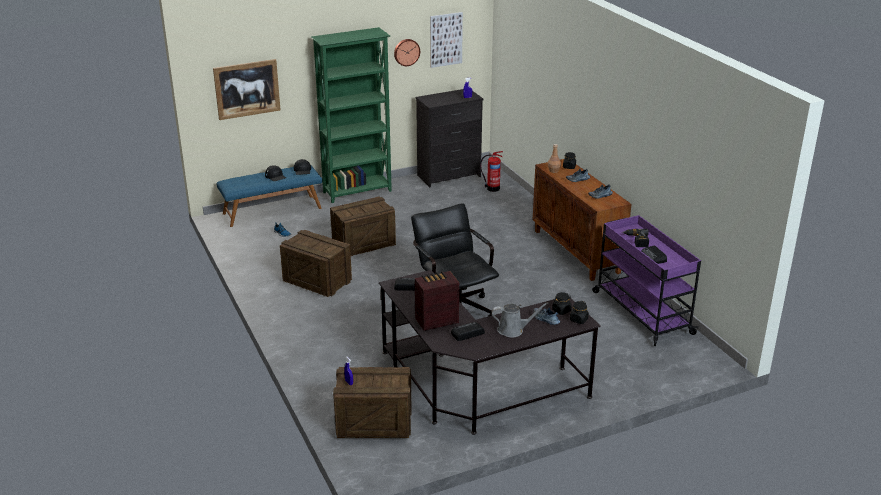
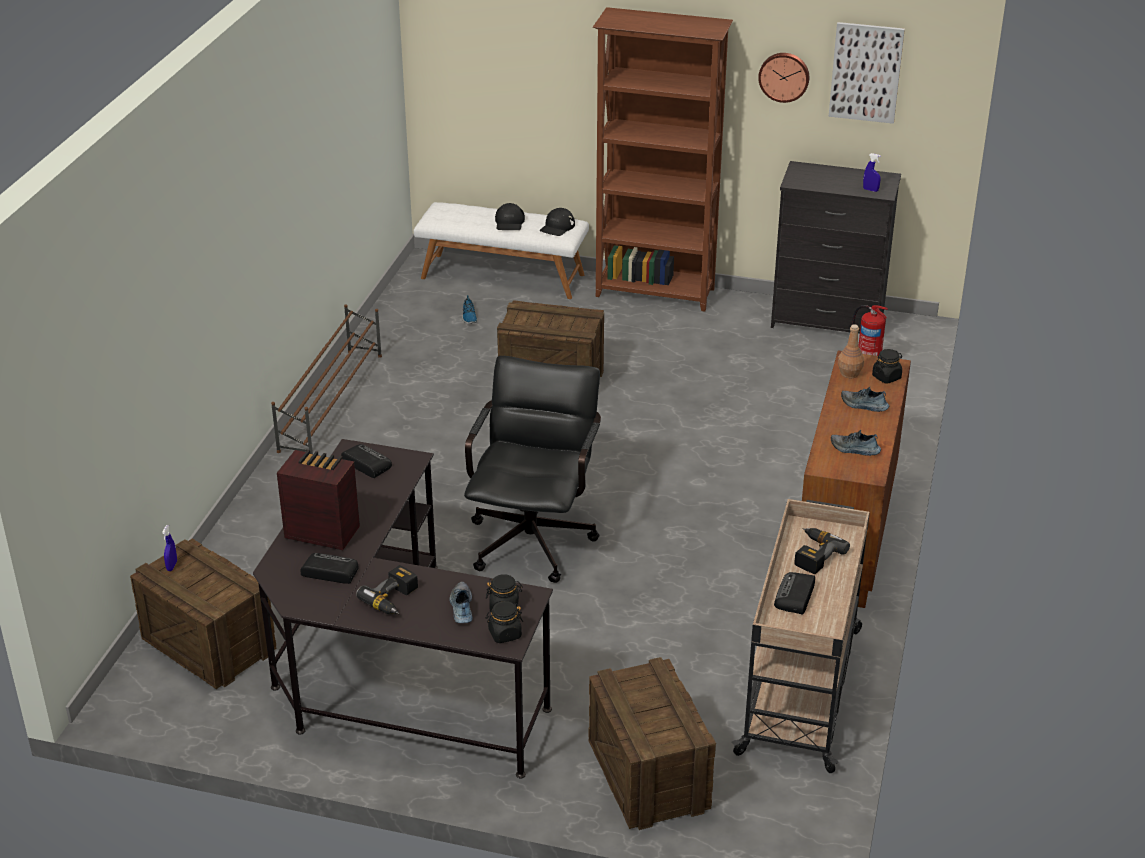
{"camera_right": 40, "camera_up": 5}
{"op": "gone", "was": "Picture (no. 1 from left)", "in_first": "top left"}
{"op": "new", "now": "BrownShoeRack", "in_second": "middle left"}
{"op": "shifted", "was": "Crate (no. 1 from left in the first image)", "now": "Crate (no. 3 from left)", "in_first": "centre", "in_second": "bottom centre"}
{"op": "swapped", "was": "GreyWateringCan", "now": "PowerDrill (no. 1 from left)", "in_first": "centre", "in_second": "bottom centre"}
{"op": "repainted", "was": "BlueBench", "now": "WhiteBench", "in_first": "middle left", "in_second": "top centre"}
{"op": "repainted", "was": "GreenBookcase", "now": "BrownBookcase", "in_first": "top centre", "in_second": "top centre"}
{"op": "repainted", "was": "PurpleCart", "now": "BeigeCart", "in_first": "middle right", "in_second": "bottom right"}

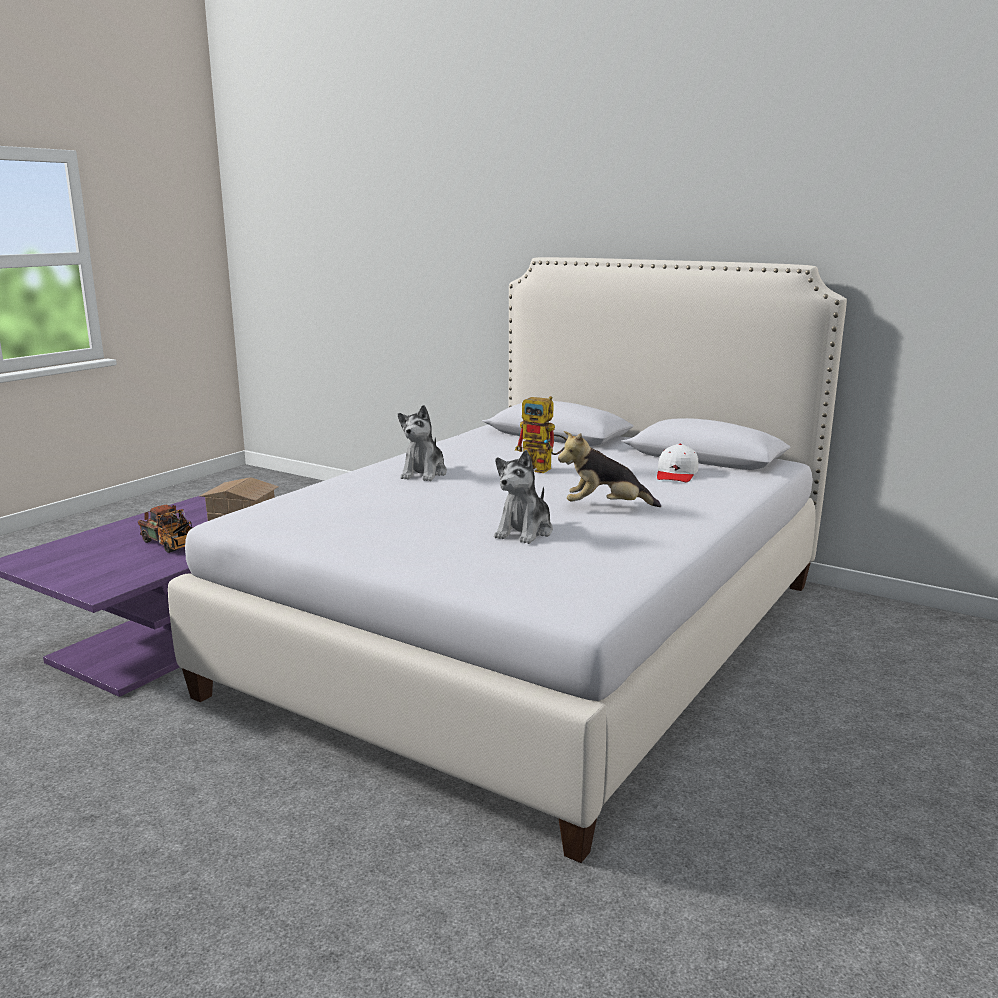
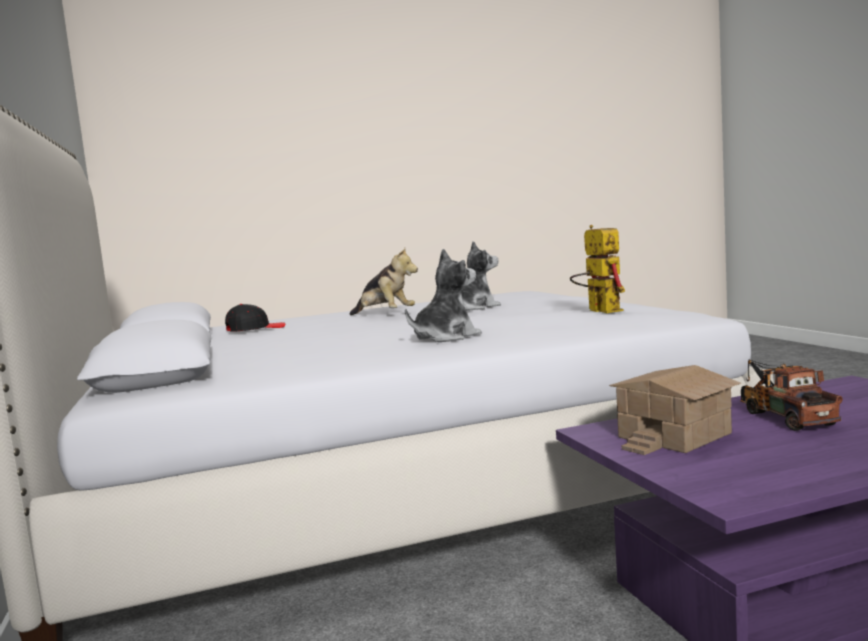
{"camera_right": -140, "camera_up": -10}
{"op": "shifted", "was": "ToyRobot", "in_first": "centre", "in_second": "middle right"}
{"op": "repainted", "was": "WhiteCap", "now": "BlackCap", "in_first": "middle right", "in_second": "middle left"}

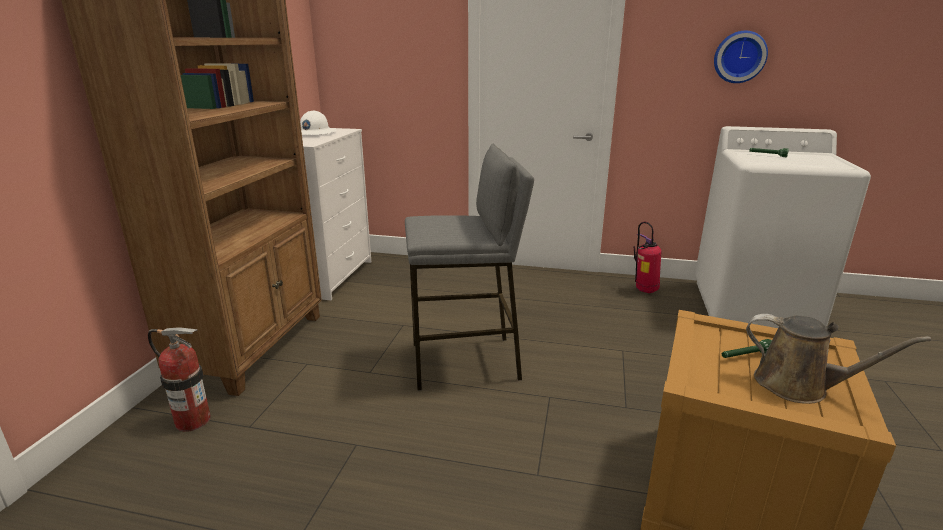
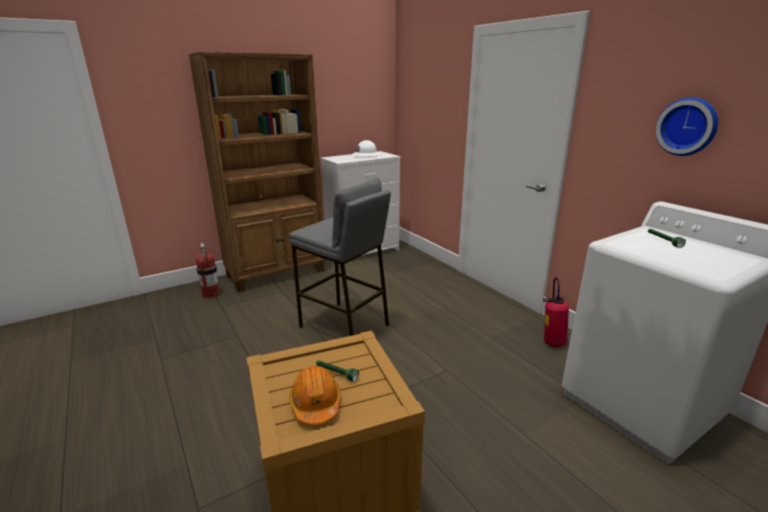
{"camera_right": 45, "camera_up": 0}
{"op": "swapped", "was": "BrownWateringCan", "now": "OrangeHardHat", "in_first": "bottom right", "in_second": "bottom centre"}

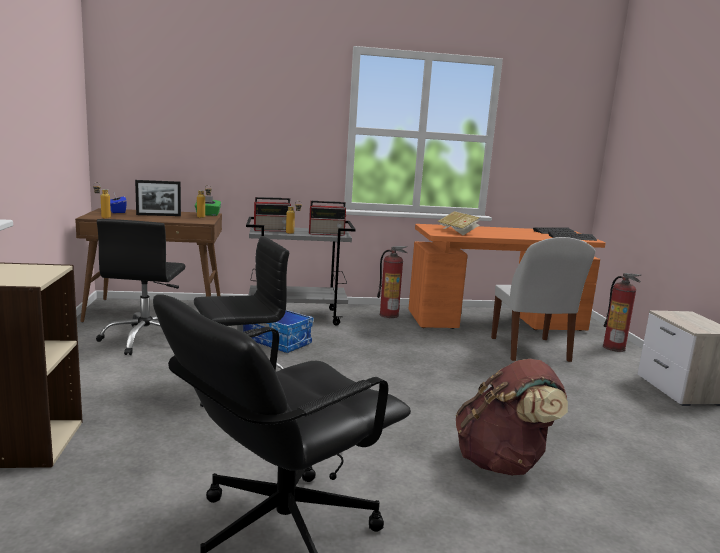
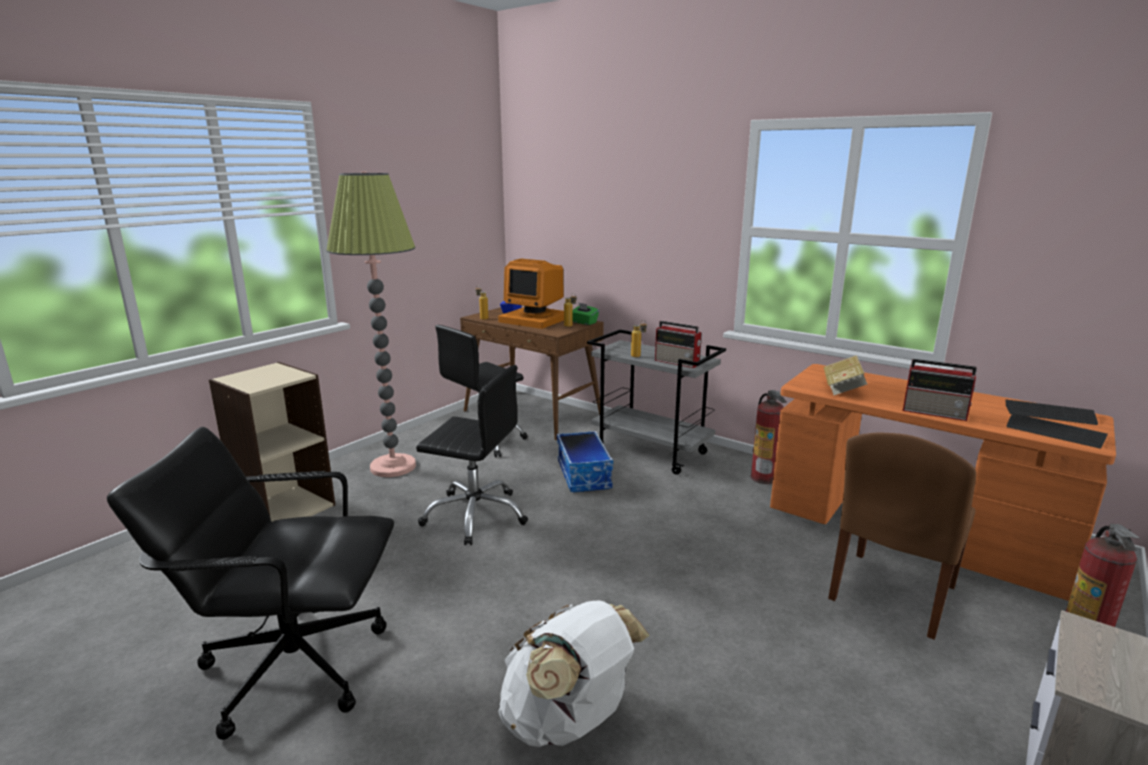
{"camera_right": 45, "camera_up": 5}
{"op": "new", "now": "FloorLamp", "in_second": "middle left"}
{"op": "shifted", "was": "Radio (no. 1 from left in the first image)", "now": "Radio (no. 2 from left)", "in_first": "centre", "in_second": "middle right"}
{"op": "swapped", "was": "PictureFrame", "now": "Monitor", "in_first": "middle left", "in_second": "centre"}
{"op": "repainted", "was": "BrownBackpack", "now": "WhiteBackpack", "in_first": "bottom right", "in_second": "bottom centre"}
{"op": "repainted", "was": "WhiteChair", "now": "BrownChair", "in_first": "middle right", "in_second": "bottom right"}

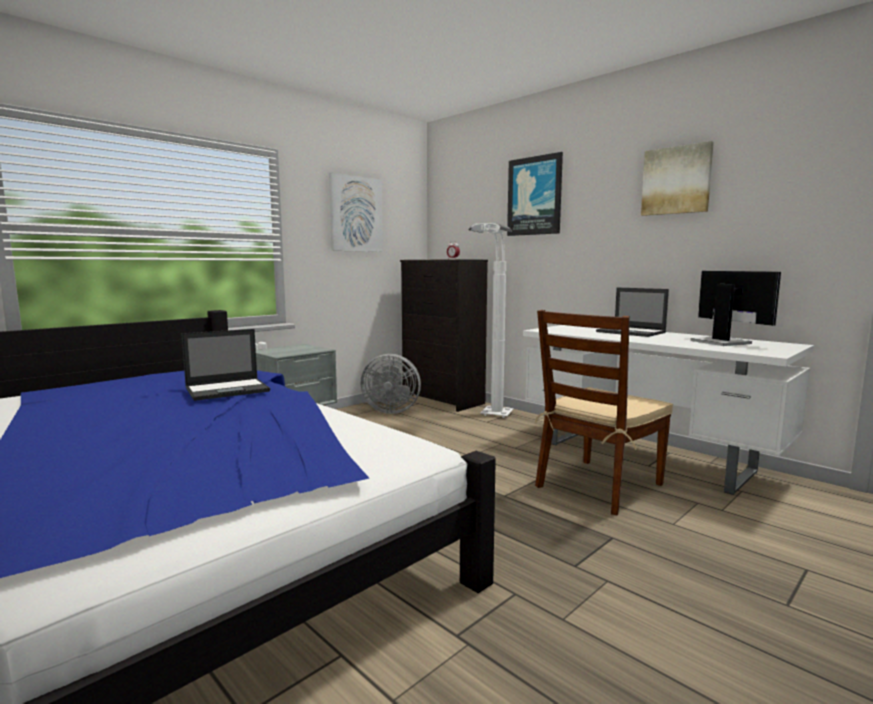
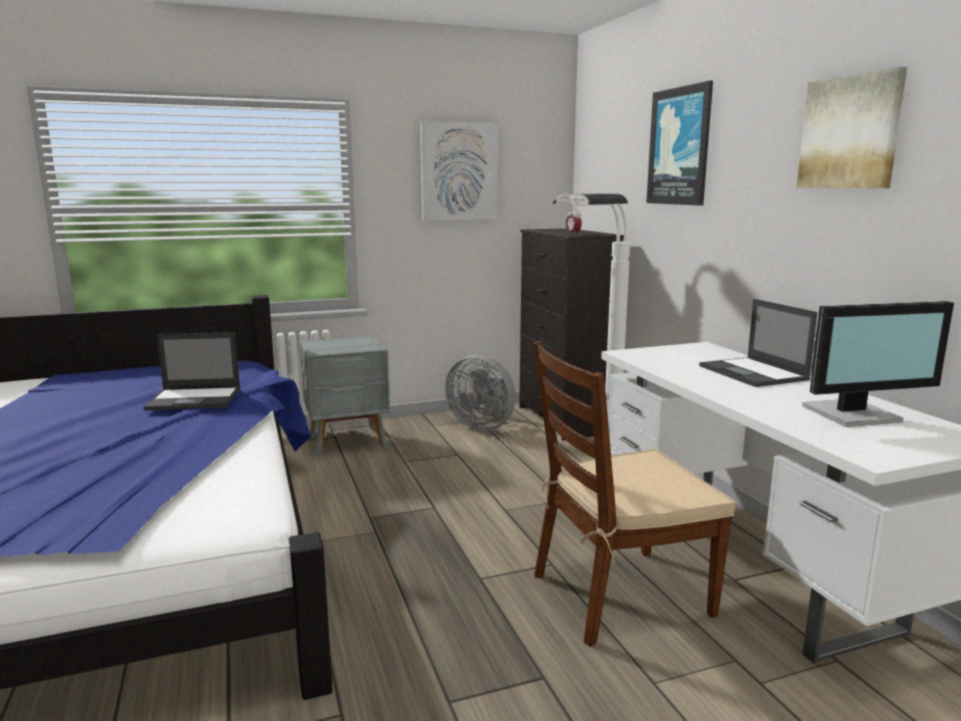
{"camera_right": 25, "camera_up": 5}
{"op": "rotated", "was": "Monitor", "in_first": "middle right", "in_second": "middle right", "clockwise": 75}

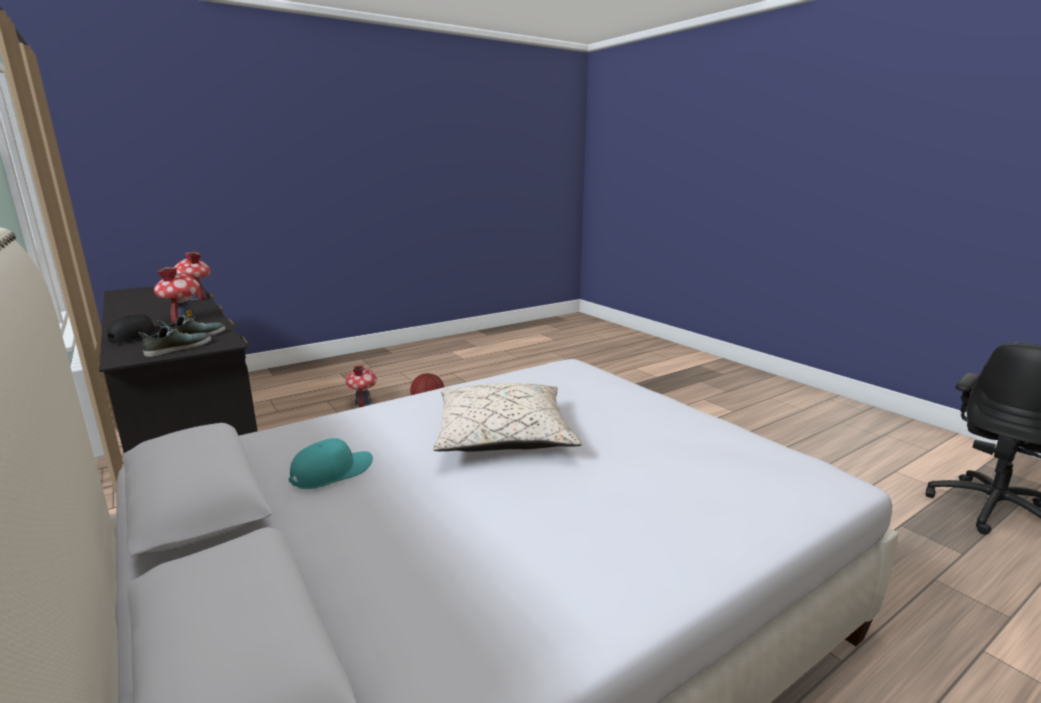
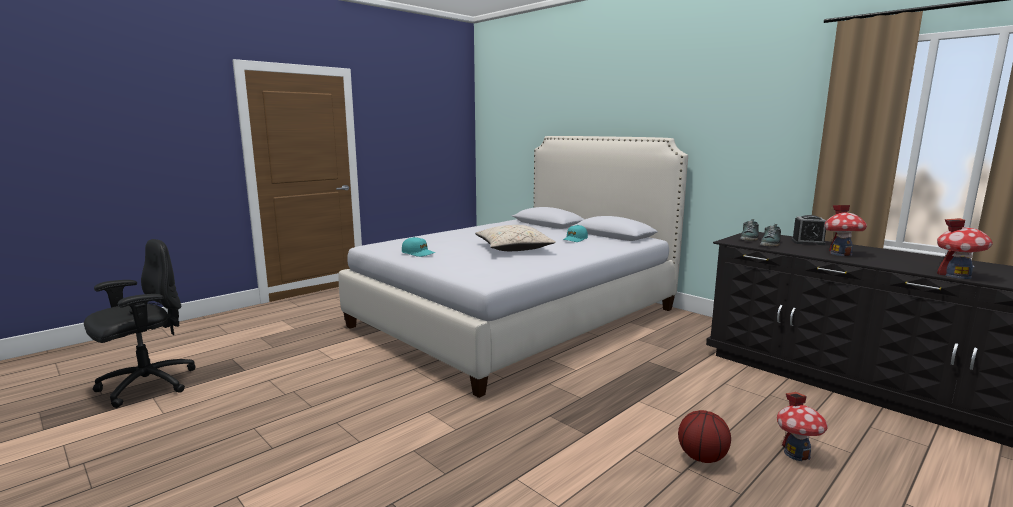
{"camera_right": 170, "camera_up": -5}
{"op": "new", "now": "TurquoiseCap (no. 1 from left)", "in_second": "centre"}
{"op": "swapped", "was": "BlackCap", "now": "AlarmClock", "in_first": "middle left", "in_second": "middle right"}

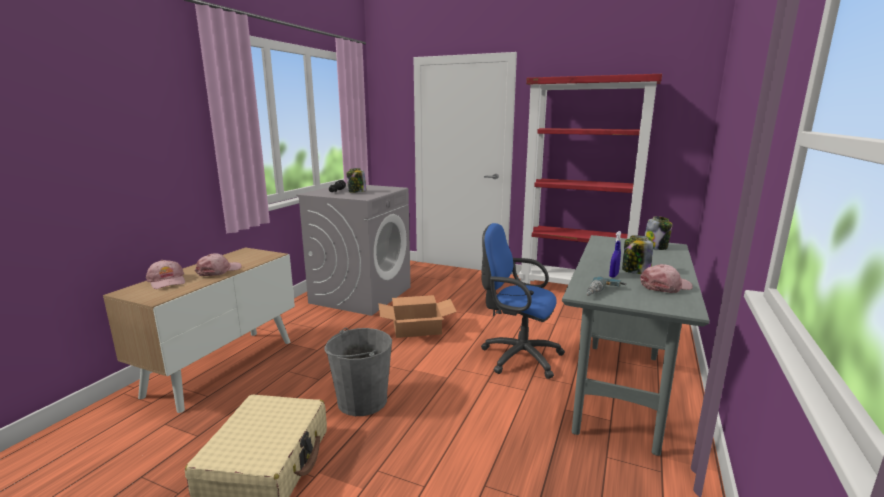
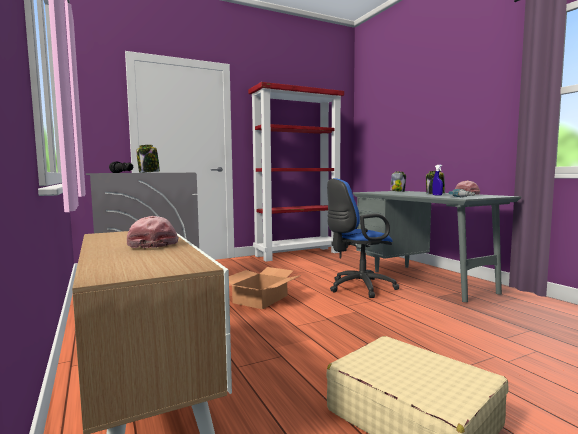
{"camera_right": -50, "camera_up": -10}
{"op": "gone", "was": "PinkCap (no. 1 from left)", "in_first": "middle left"}
{"op": "gone", "was": "GreyBucket", "in_first": "bottom centre"}

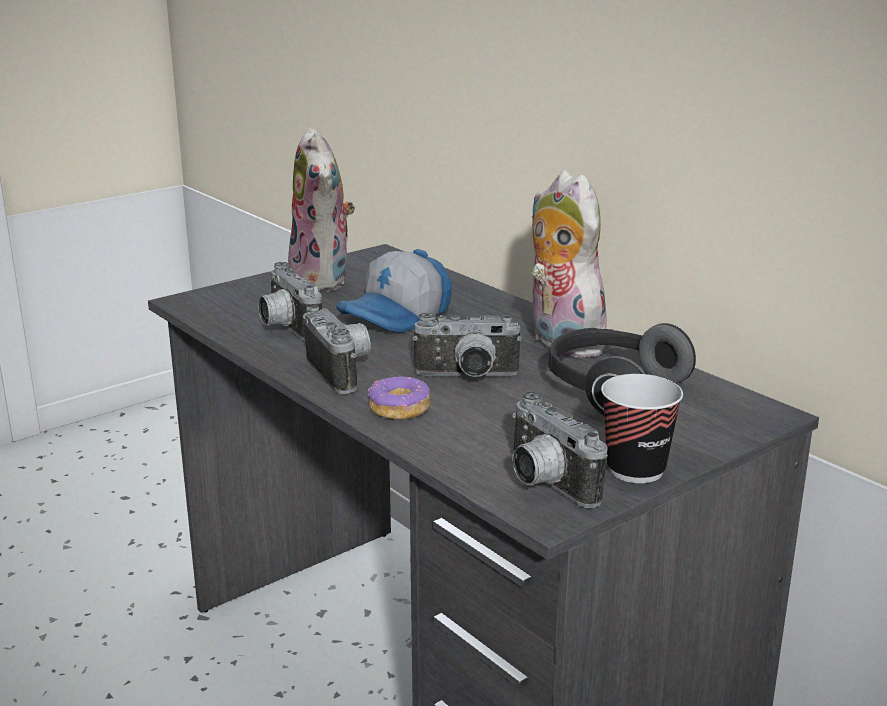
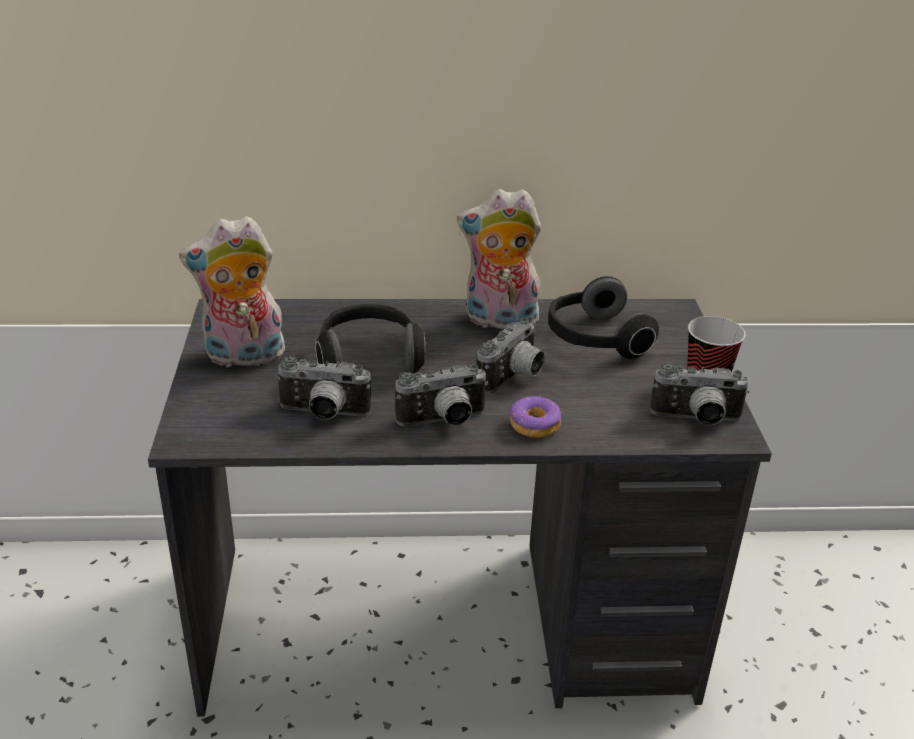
{"camera_right": -55, "camera_up": 10}
{"op": "swapped", "was": "Cap", "now": "Headphones (no. 1 from left)", "in_first": "centre", "in_second": "centre"}
{"op": "rotated", "was": "PlushToy (no. 1 from left)", "in_first": "top centre", "in_second": "middle left", "clockwise": 150}
{"op": "rotated", "was": "PhotoCamera (no. 2 from left)", "in_first": "centre", "in_second": "centre", "clockwise": 150}

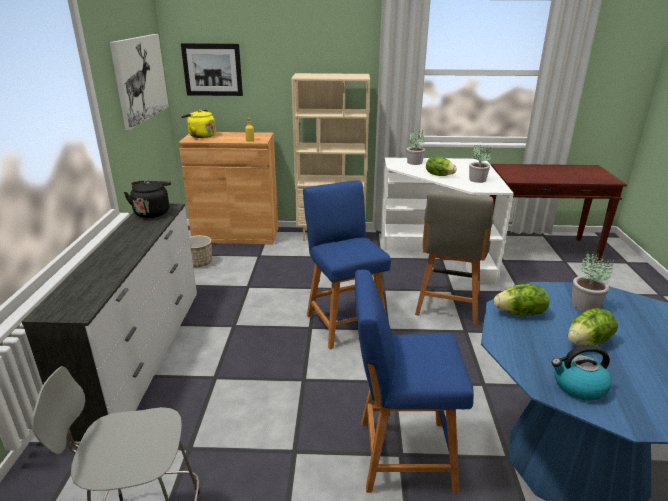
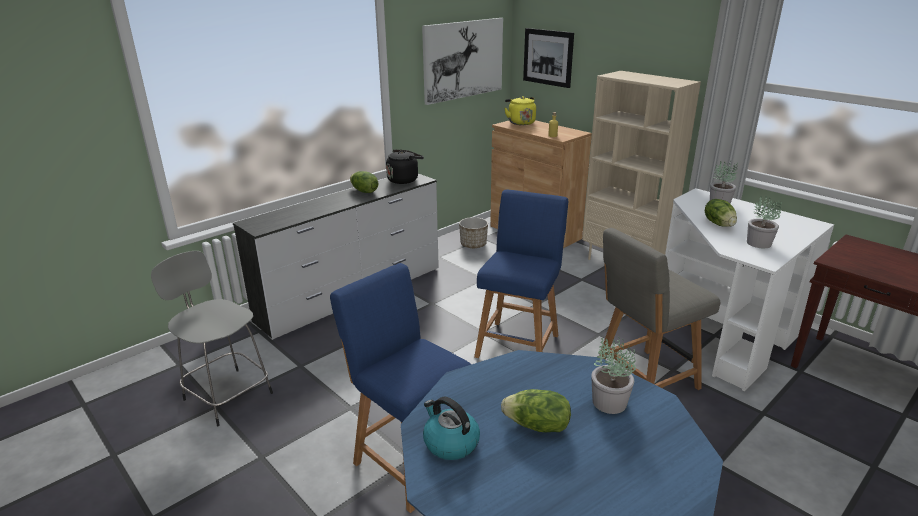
{"camera_right": 45, "camera_up": 0}
{"op": "shifted", "was": "Lettuce (no. 2 from left in the first image)", "now": "Lettuce (no. 1 from left)", "in_first": "middle right", "in_second": "centre"}

